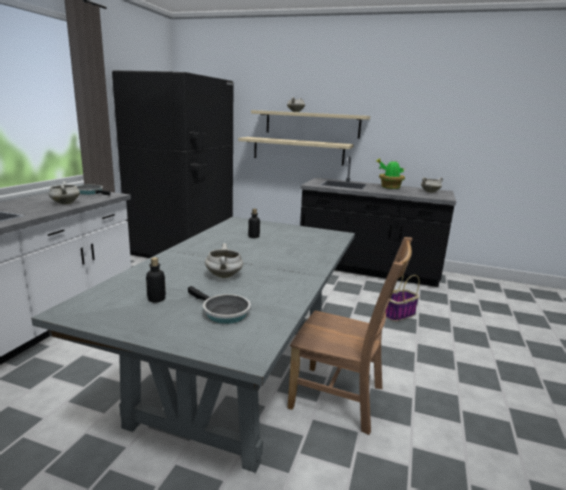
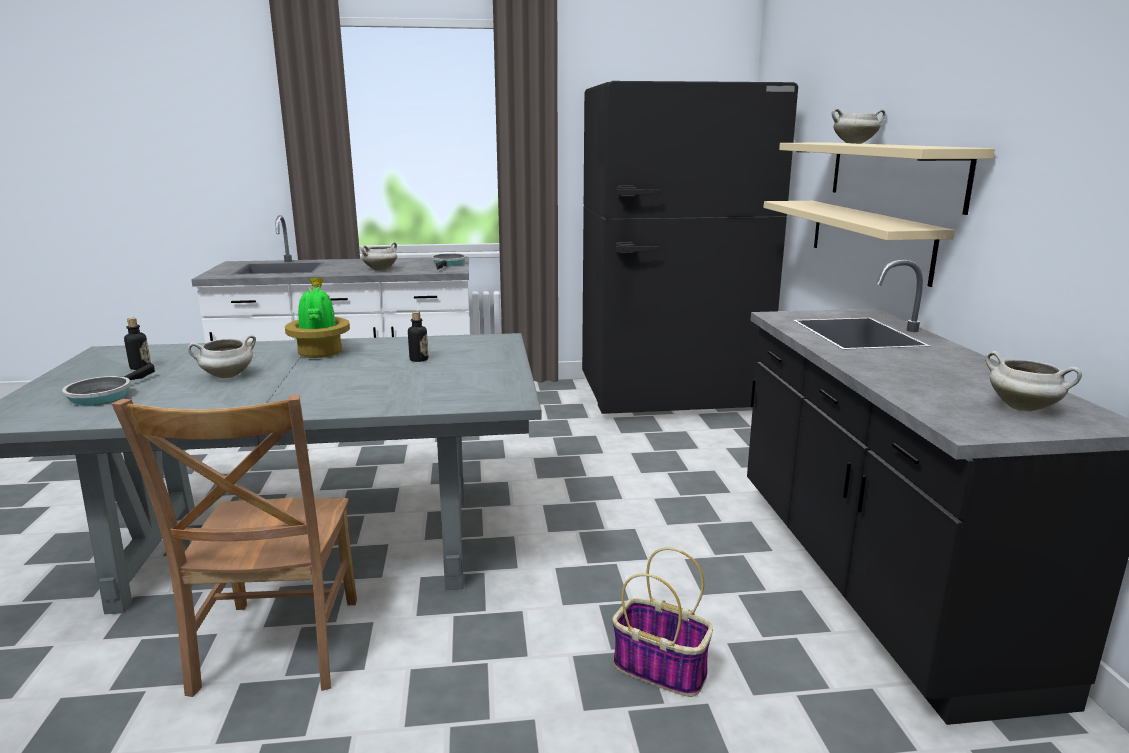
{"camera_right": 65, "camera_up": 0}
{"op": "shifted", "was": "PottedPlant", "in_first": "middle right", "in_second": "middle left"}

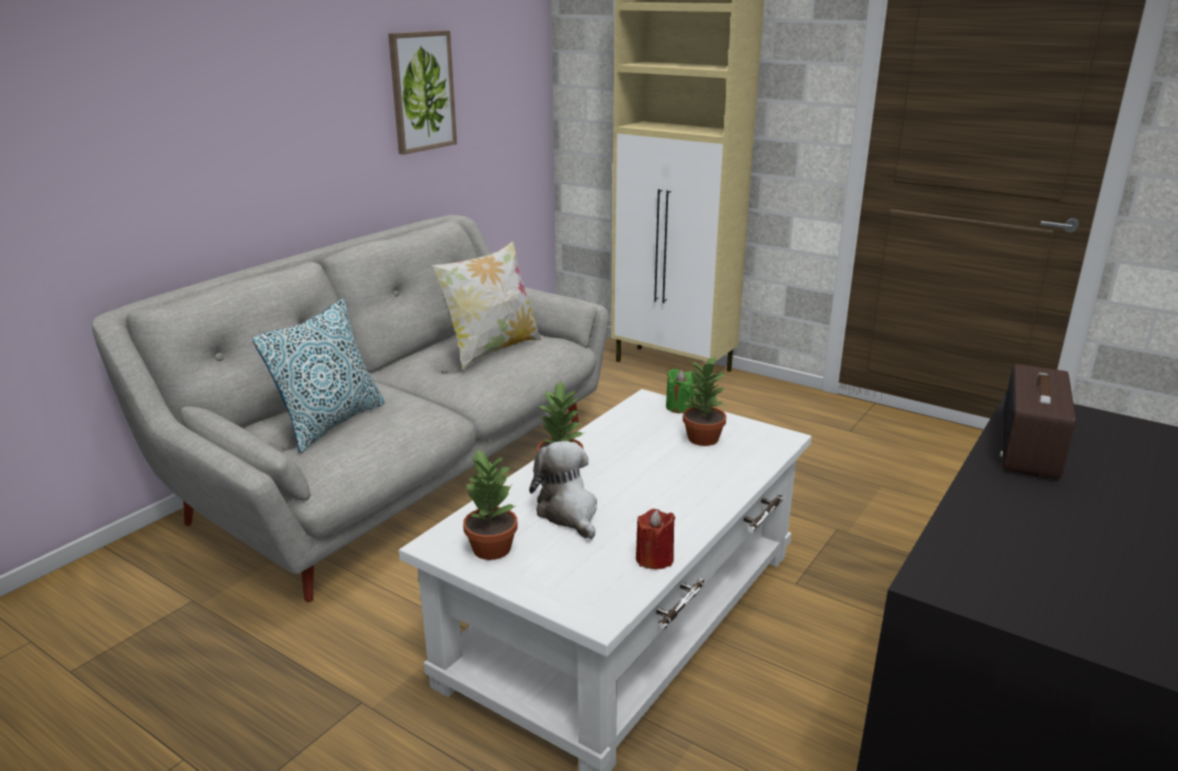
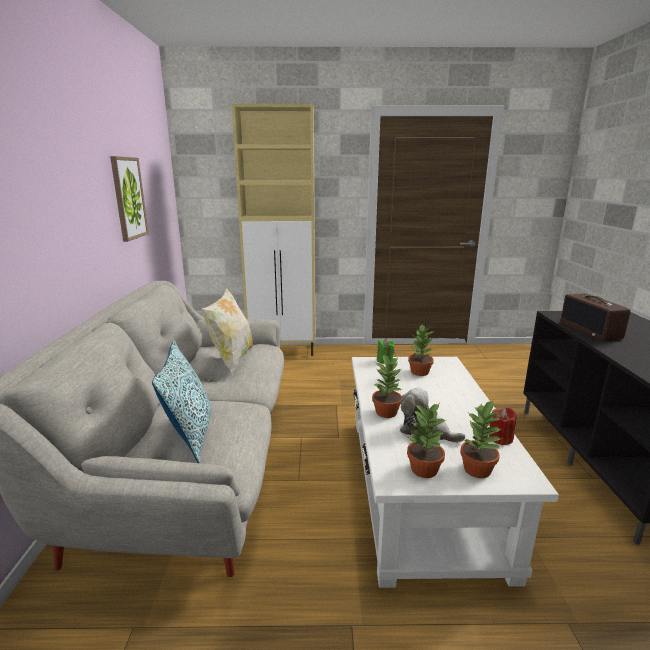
{"camera_right": -35, "camera_up": -5}
{"op": "new", "now": "PottedPlant (no. 4 from left)", "in_second": "bottom right"}

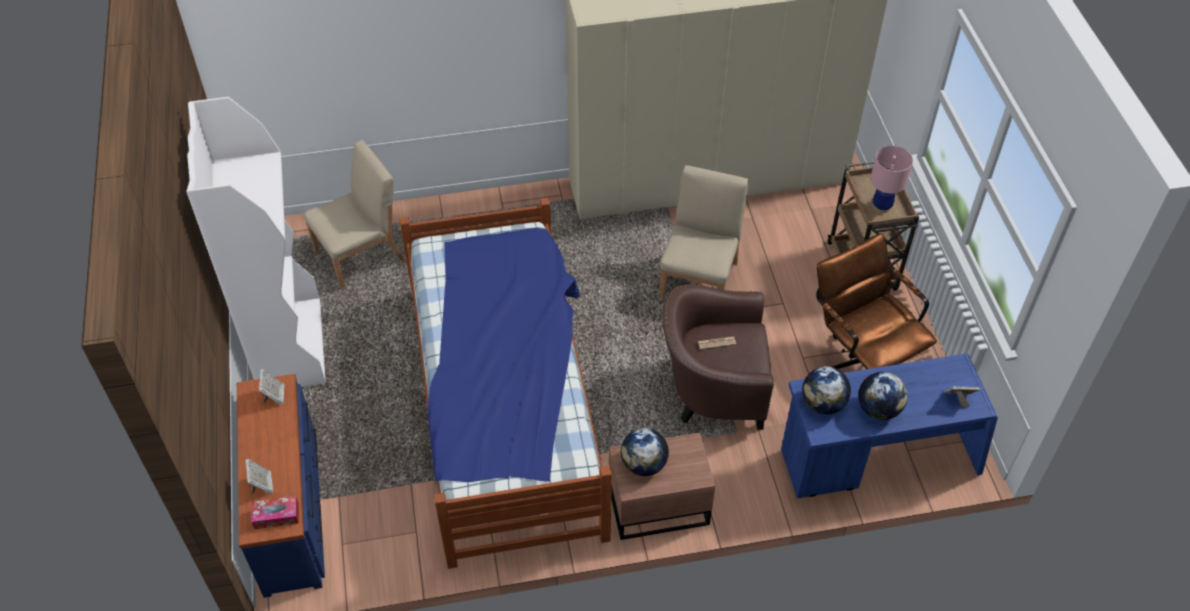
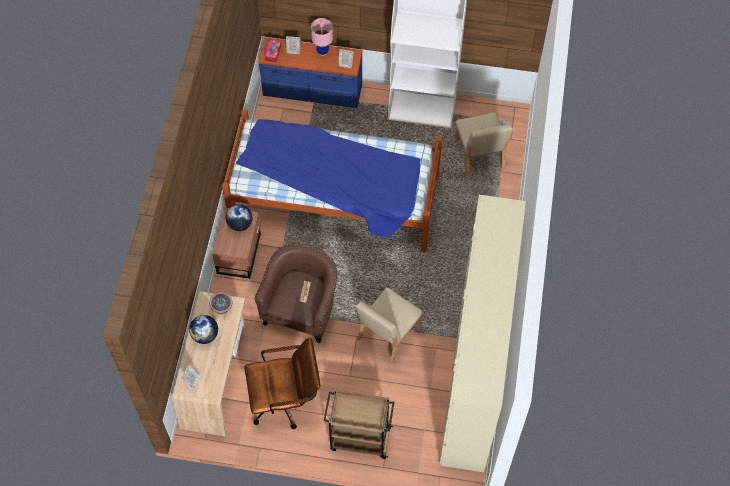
{"camera_right": 110, "camera_up": 10}
{"op": "shifted", "was": "PinkTableLamp", "in_first": "top right", "in_second": "top centre"}
{"op": "swapped", "was": "Globe (no. 2 from left)", "now": "PottedPlant", "in_first": "middle right", "in_second": "middle left"}
{"op": "repainted", "was": "BlueDesk", "now": "BeigeDesk", "in_first": "bottom right", "in_second": "bottom left"}
{"op": "rotated", "was": "BeigeChair (no. 2 from left in the first image)", "in_first": "centre", "in_second": "bottom centre", "clockwise": 90}

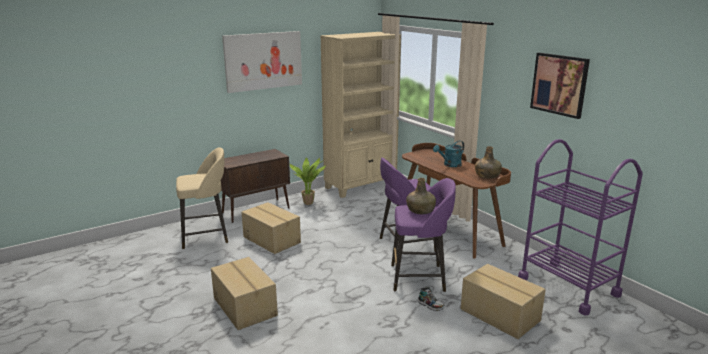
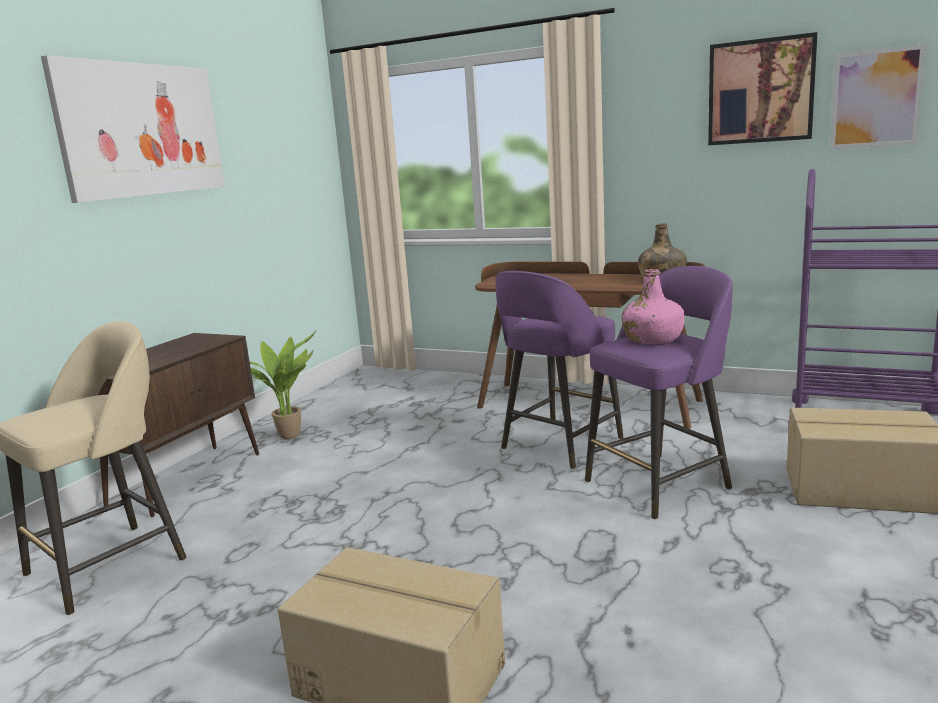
{"camera_right": -30, "camera_up": -5}
{"op": "gone", "was": "CardboardBox (no. 2 from left)", "in_first": "centre"}
{"op": "gone", "was": "BeigeBookcase", "in_first": "top centre"}
{"op": "gone", "was": "Shoe", "in_first": "bottom centre"}
{"op": "gone", "was": "TurquoiseWateringCan", "in_first": "centre"}
{"op": "new", "now": "Picture (no. 3 from left)", "in_second": "top right"}
{"op": "repainted", "was": "GreenBottle (no. 1 from left)", "now": "PinkBottle", "in_first": "centre", "in_second": "middle right"}

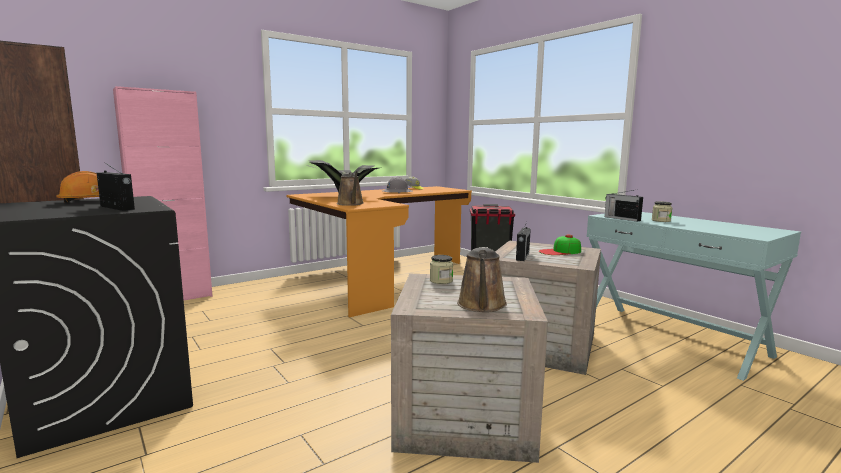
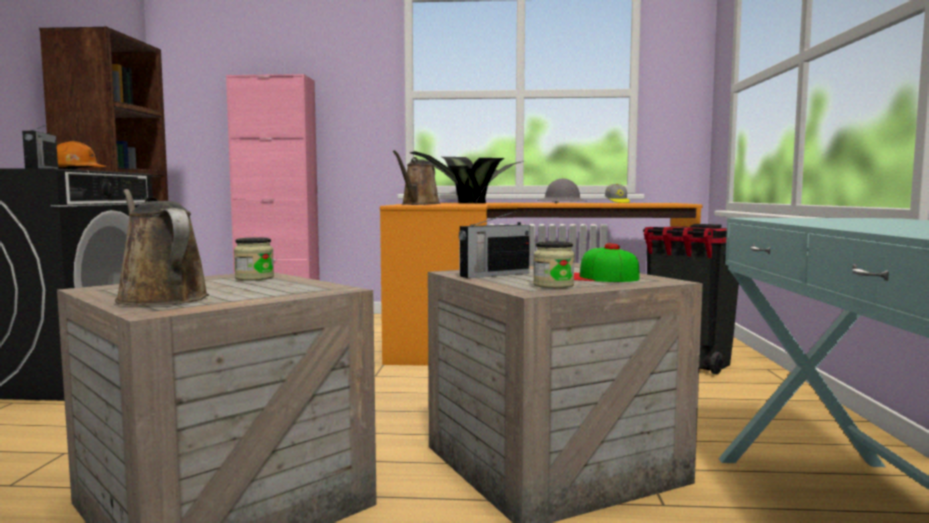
{"camera_right": 40, "camera_up": -5}
{"op": "gone", "was": "Radio (no. 3 from left)", "in_first": "middle right"}
{"op": "shifted", "was": "Jar (no. 2 from left)", "in_first": "middle right", "in_second": "centre"}
{"op": "rotated", "was": "BrownWateringCan (no. 2 from left in the first image)", "in_first": "centre", "in_second": "middle left", "clockwise": 90}

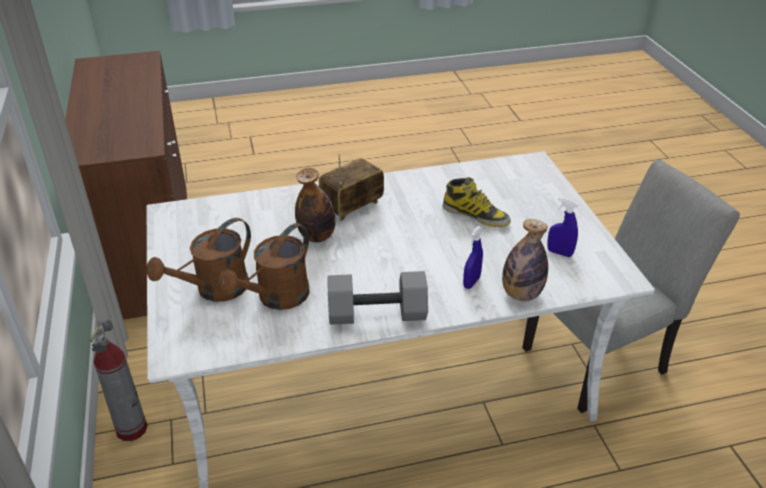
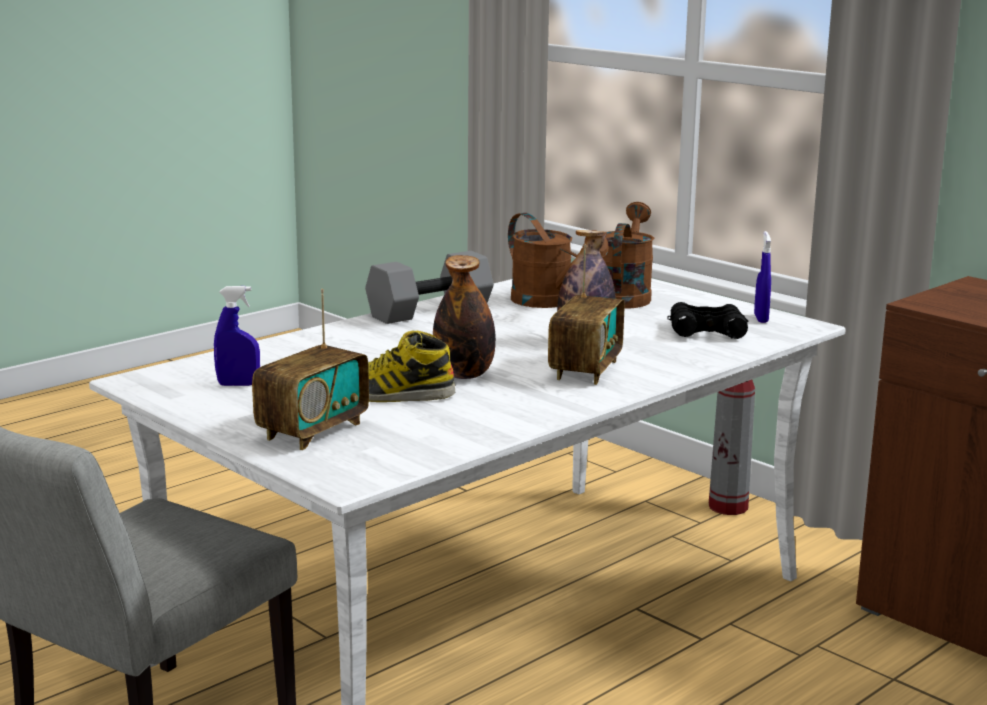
{"camera_right": 150, "camera_up": -20}
{"op": "new", "now": "Radio (no. 1 from left)", "in_second": "middle left"}
{"op": "new", "now": "BlackBinoculars", "in_second": "middle right"}
{"op": "shifted", "was": "BlueSprayBottle (no. 1 from left in the first image)", "now": "BlueSprayBottle (no. 2 from left)", "in_first": "centre", "in_second": "middle right"}
{"op": "shifted", "was": "Bottle (no. 2 from left in the first image)", "now": "Bottle (no. 1 from left)", "in_first": "middle right", "in_second": "centre"}
{"op": "rotated", "was": "BrownWateringCan (no. 2 from left in the first image)", "in_first": "centre", "in_second": "centre", "clockwise": 135}

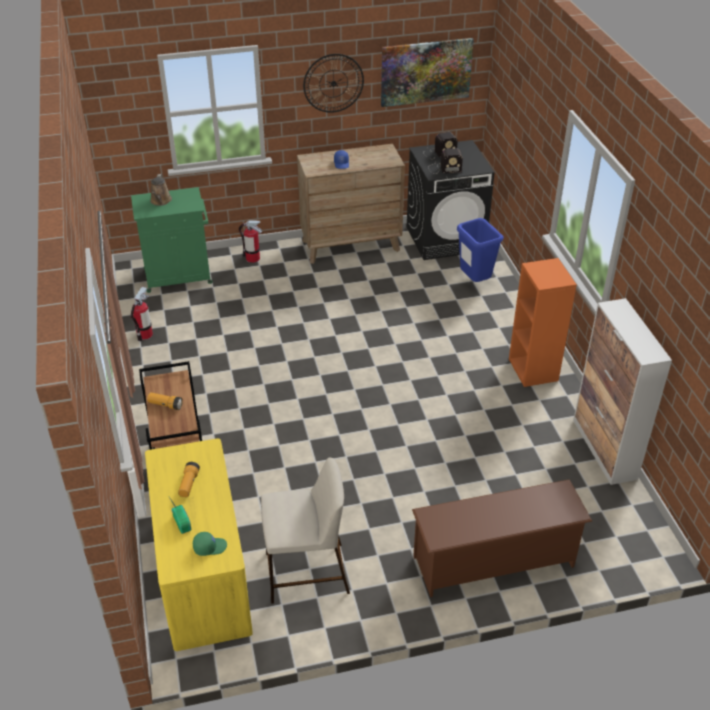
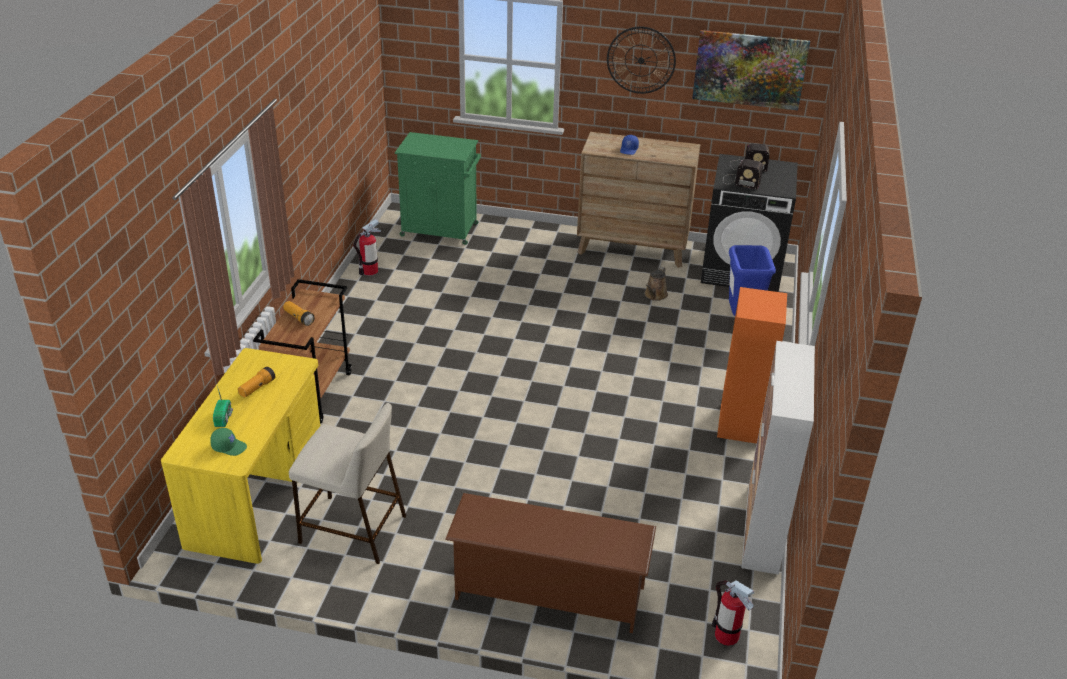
{"camera_right": 25, "camera_up": -5}
{"op": "shifted", "was": "BrownWateringCan", "in_first": "top left", "in_second": "centre"}
{"op": "shifted", "was": "FireExtinguisher (no. 2 from left)", "in_first": "centre", "in_second": "bottom right"}

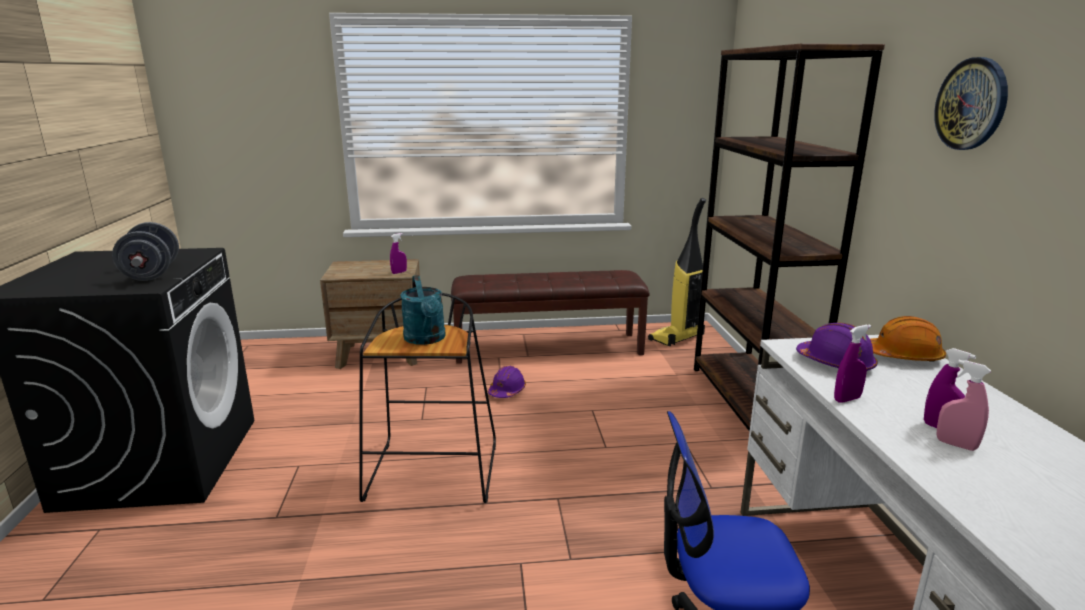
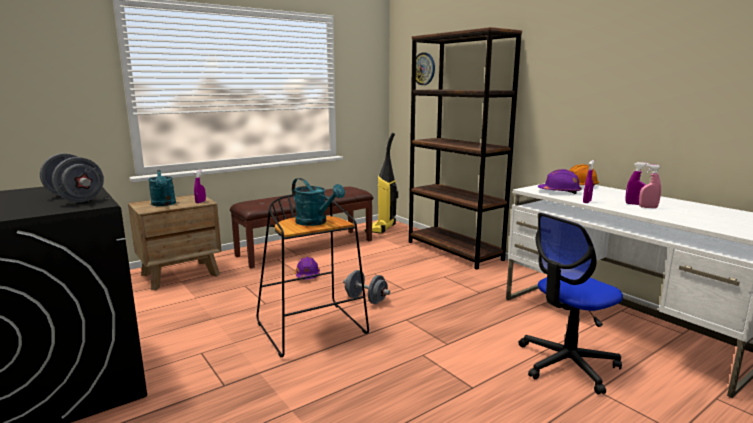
{"camera_right": -30, "camera_up": -5}
{"op": "new", "now": "TurquoiseWateringCan (no. 1 from left)", "in_second": "middle left"}
{"op": "new", "now": "GreyDumbbell (no. 2 from left)", "in_second": "bottom centre"}
{"op": "shifted", "was": "WallClock", "in_first": "top right", "in_second": "top centre"}

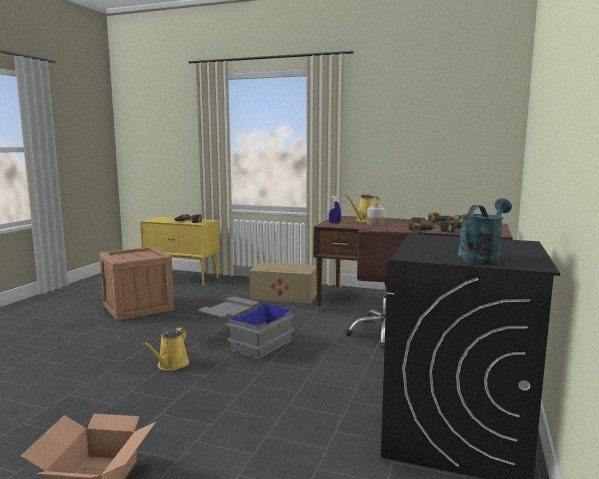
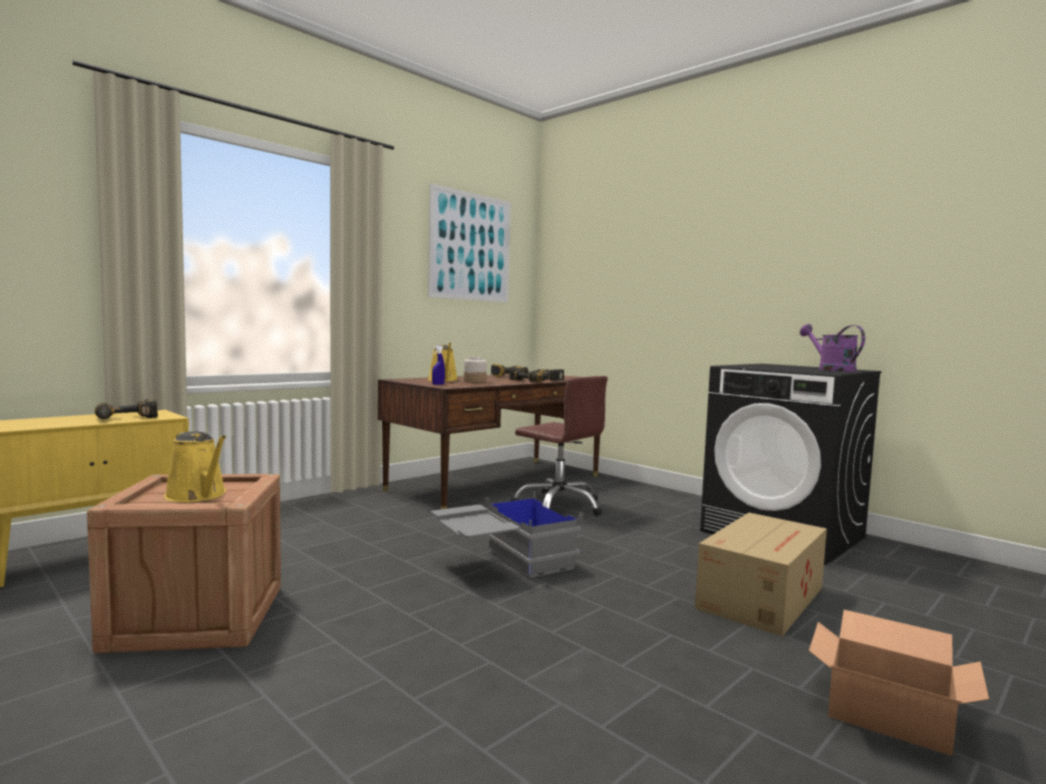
{"camera_right": -65, "camera_up": -5}
{"op": "new", "now": "Picture", "in_second": "top centre"}
{"op": "shifted", "was": "YellowWateringCan (no. 1 from left)", "in_first": "bottom left", "in_second": "middle left"}
{"op": "shifted", "was": "CardboardBox (no. 2 from left in the first image)", "now": "CardboardBox (no. 1 from left)", "in_first": "centre", "in_second": "bottom right"}
{"op": "repainted", "was": "TurquoiseWateringCan", "now": "PurpleWateringCan", "in_first": "middle right", "in_second": "middle right"}

